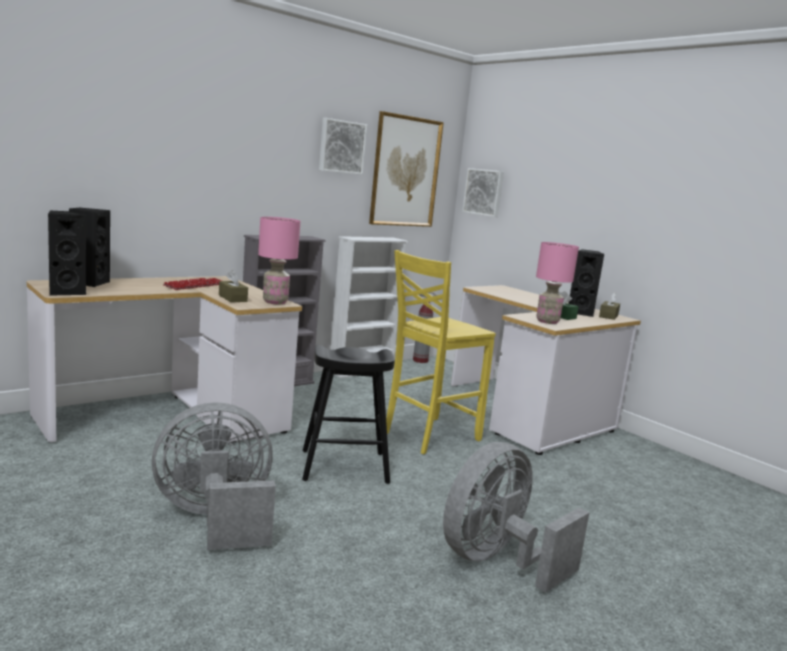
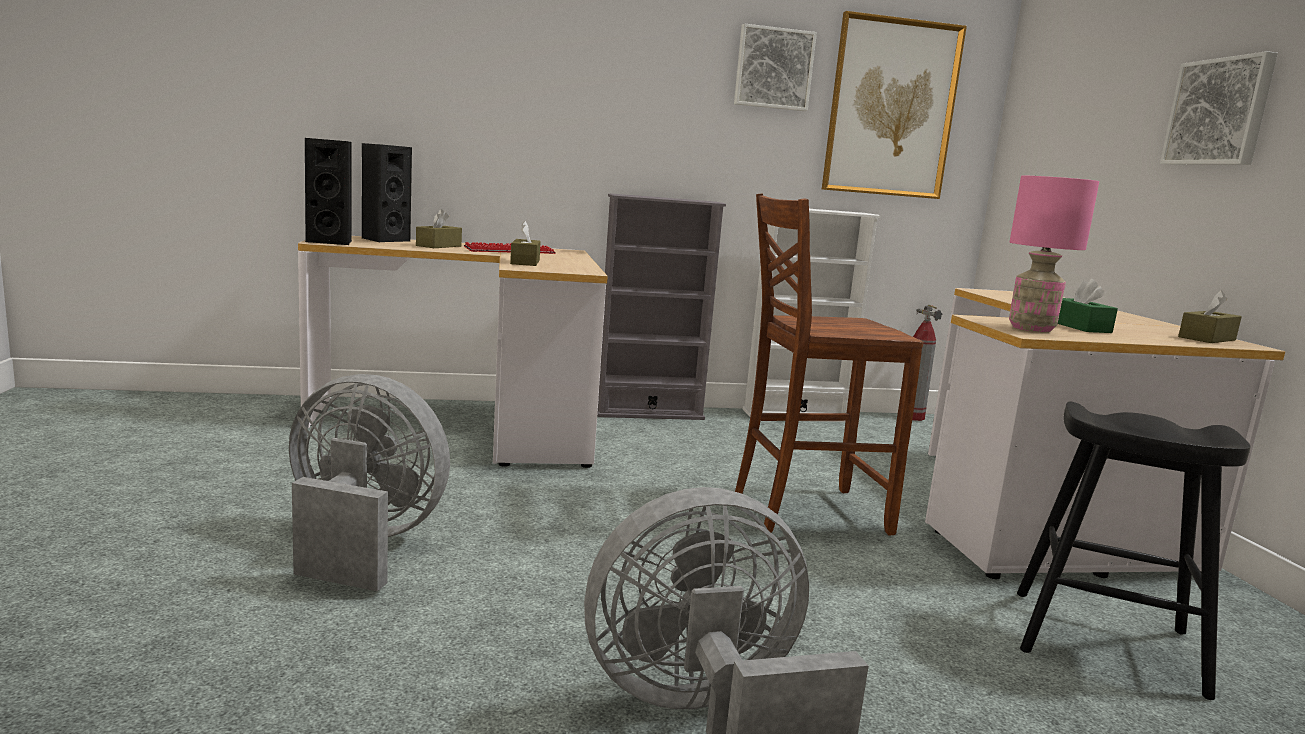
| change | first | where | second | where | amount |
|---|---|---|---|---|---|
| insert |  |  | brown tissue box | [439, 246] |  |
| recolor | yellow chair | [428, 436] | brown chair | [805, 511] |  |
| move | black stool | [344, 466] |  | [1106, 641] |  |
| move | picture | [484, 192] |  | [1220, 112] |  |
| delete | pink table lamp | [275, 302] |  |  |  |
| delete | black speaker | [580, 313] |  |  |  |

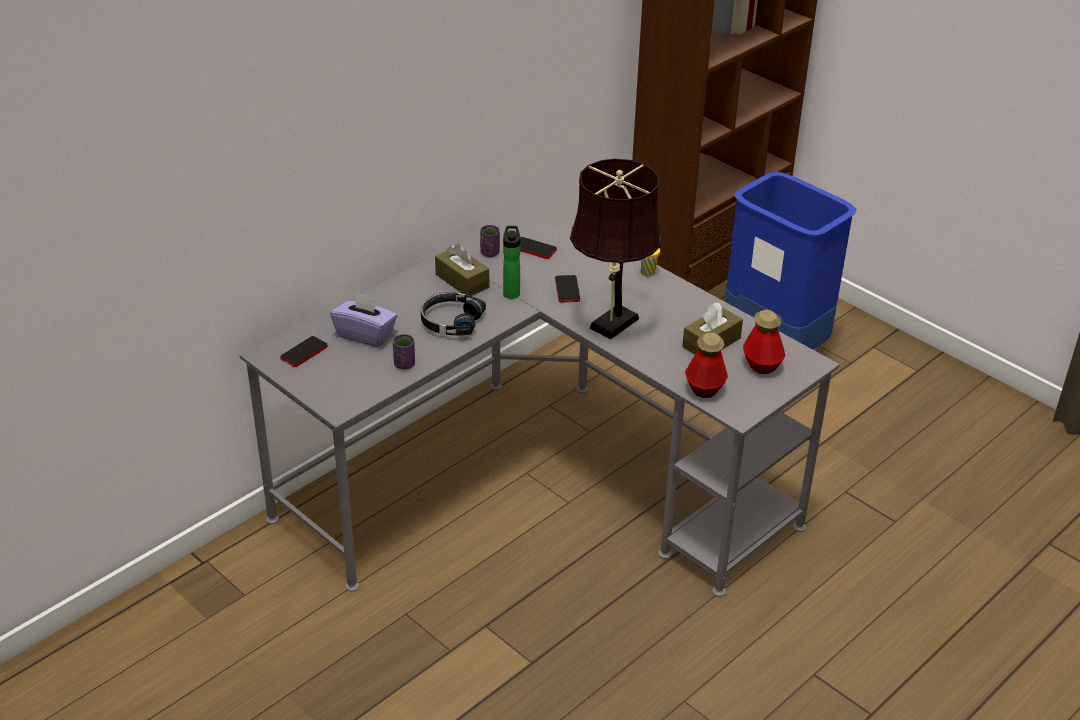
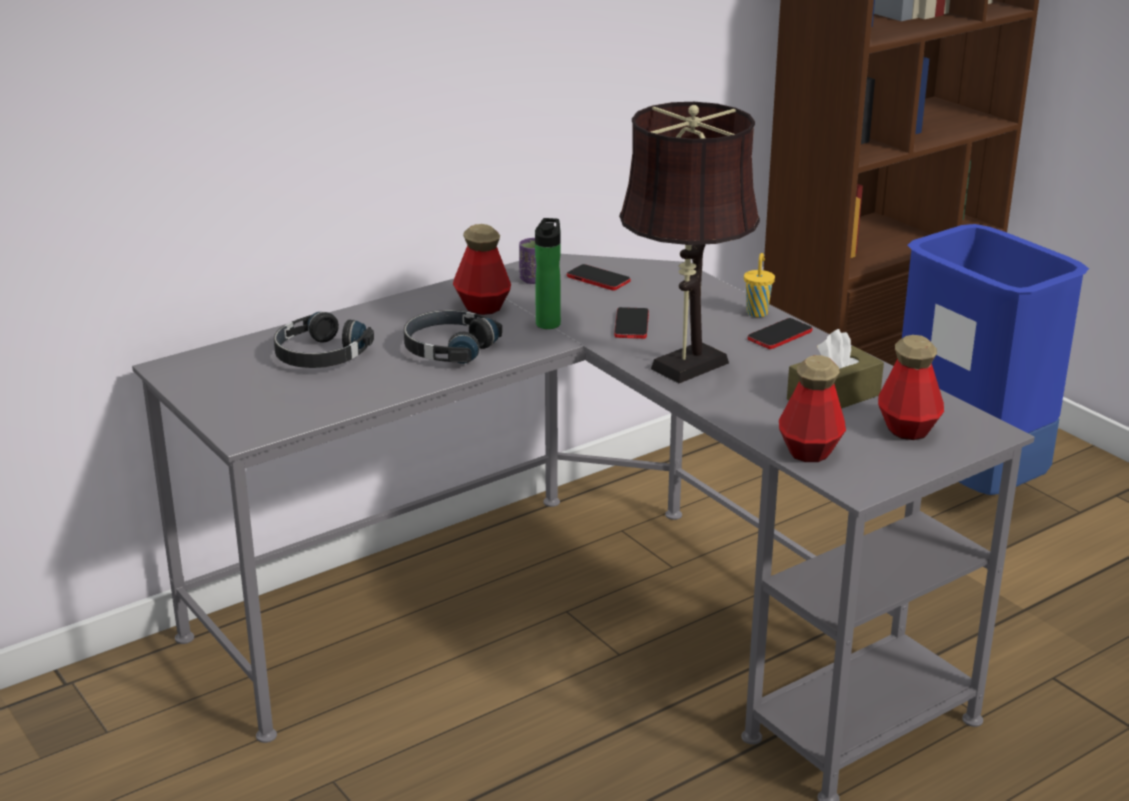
| change | first | where | second | where | amount |
|---|---|---|---|---|---|
| replace | purple tissue box | [365, 335] | black headphones | [320, 355] |  |
| replace | brown tissue box | [462, 281] | bottle | [482, 306] |  |
| move | phone | [304, 352] |  | [780, 335] |  |
| delete | purple cup | [404, 364] |  |  |  |

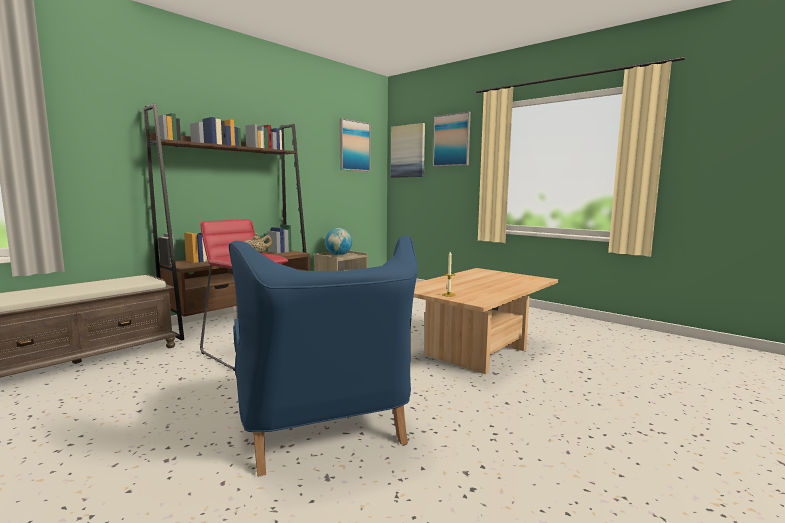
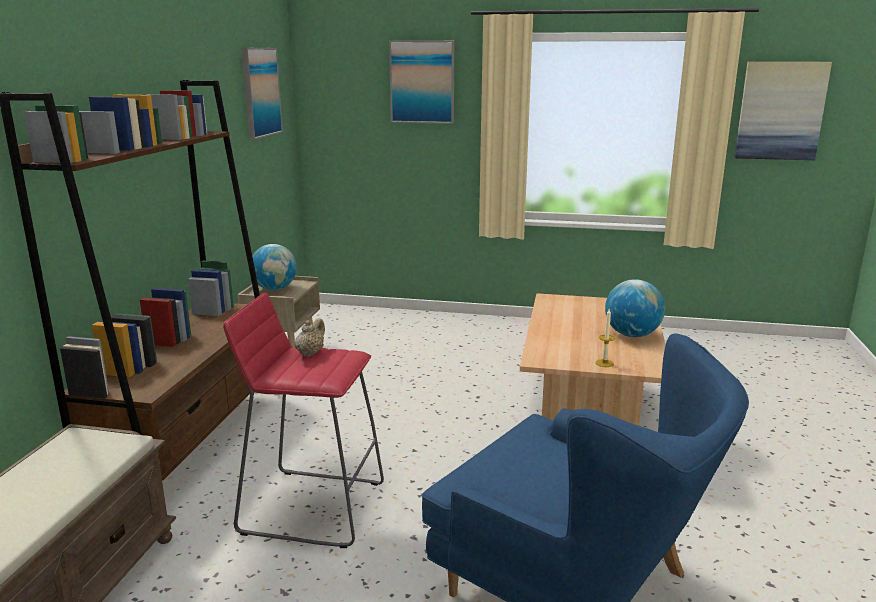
| change | first | where | second | where | amount |
|---|---|---|---|---|---|
| insert |  |  | globe | [632, 335] |  |
| move | picture | [408, 151] |  | [780, 111] |  |

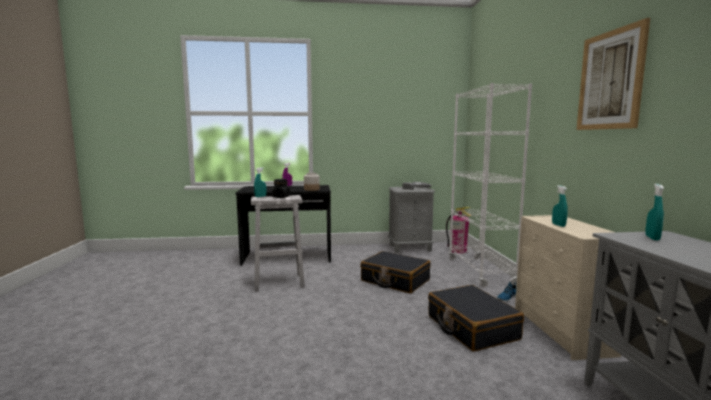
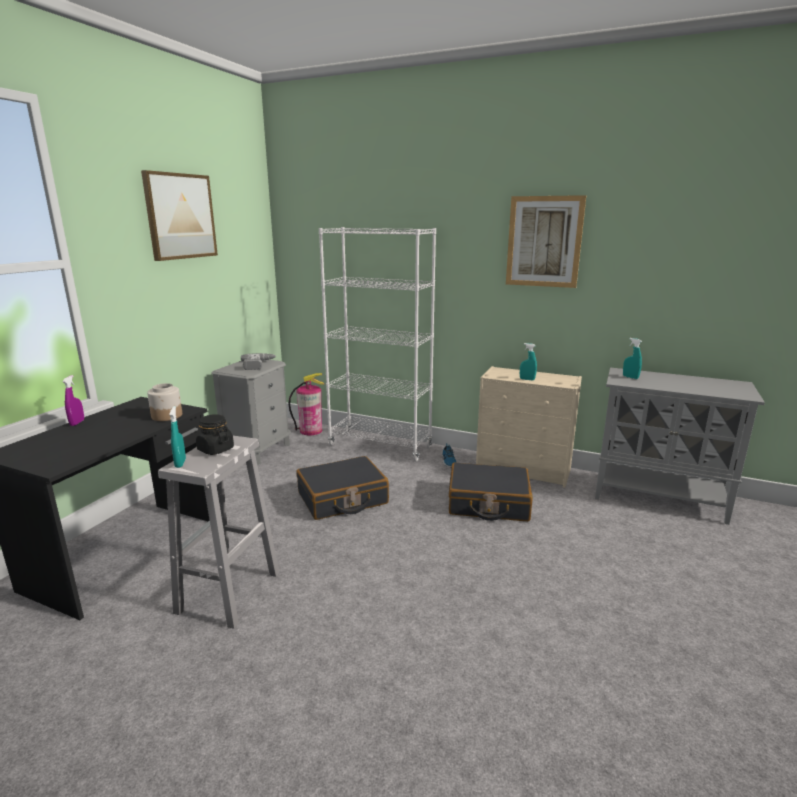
| change | first | where | second | where | amount |
|---|---|---|---|---|---|
| insert |  |  | picture | [180, 216] |  |

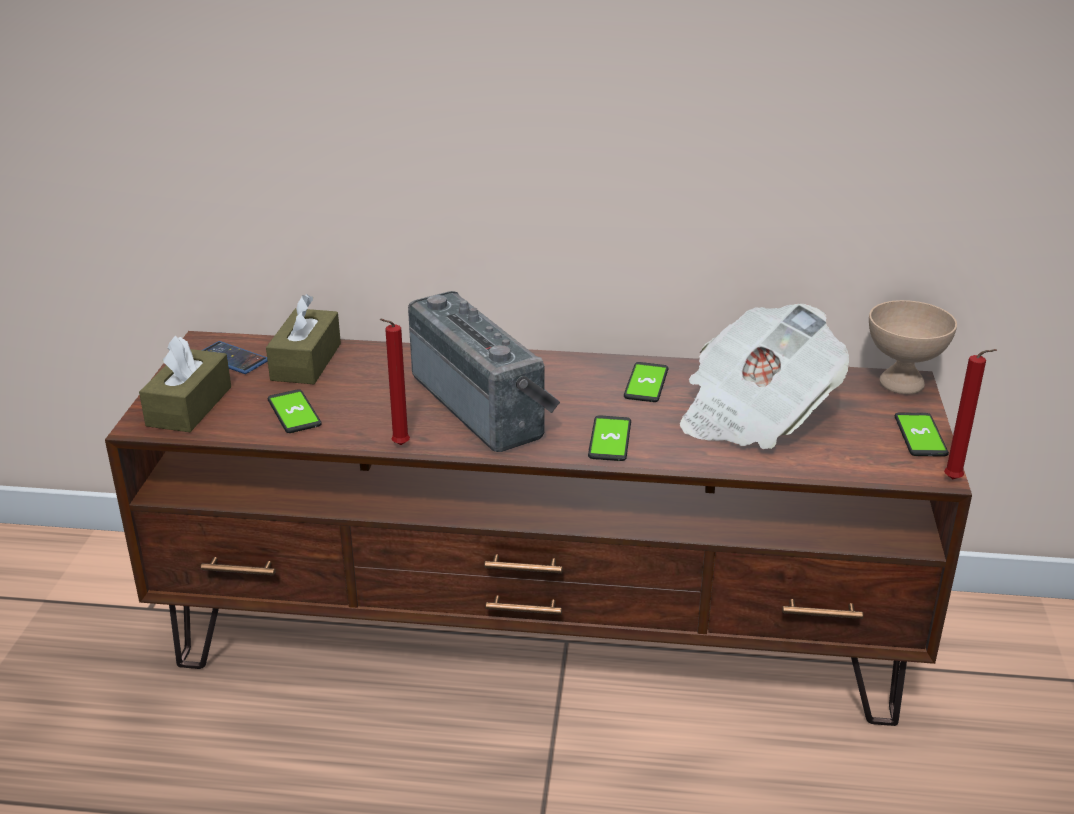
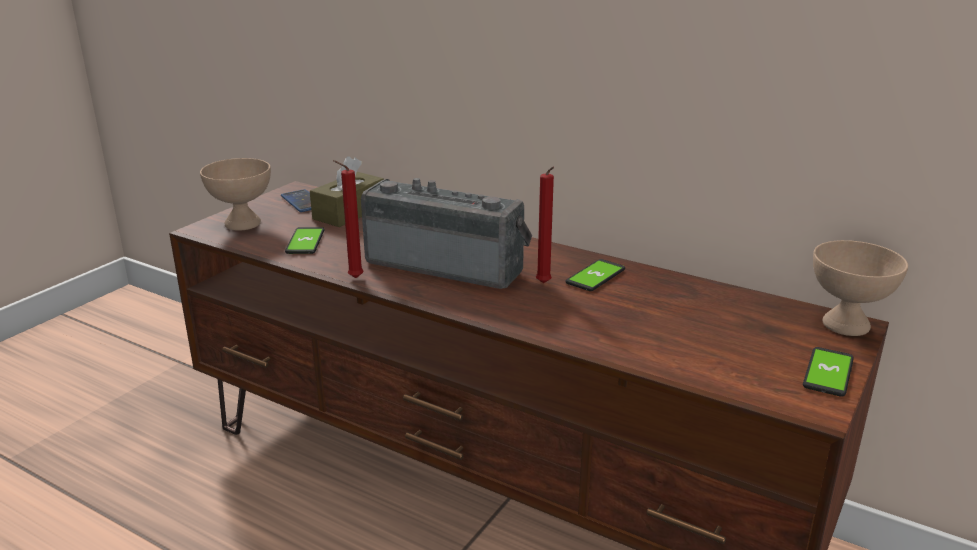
| change | first | where | second | where | amount |
|---|---|---|---|---|---|
| replace | brown tissue box | [189, 406] | beige bowl | [242, 224] |  |
| rotate | radio | [484, 404] |  | [447, 264] | 60 degrees counterclockwise |
| move | red candle | [955, 480] |  | [544, 284] |  |
| delete | phone | [609, 439] |  |  |  |
| delete | newspaper | [754, 414] |  |  |  |

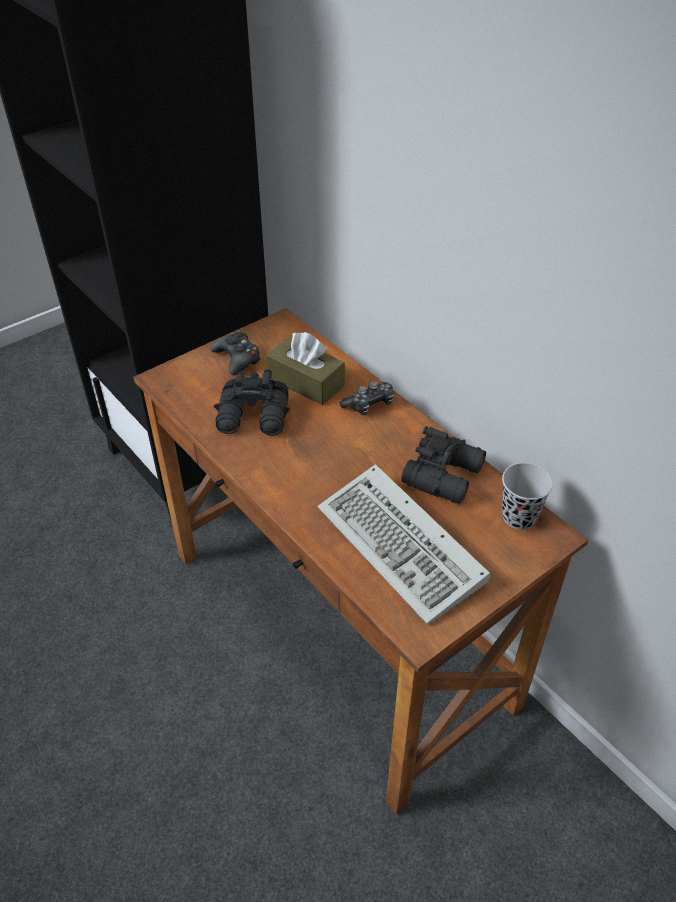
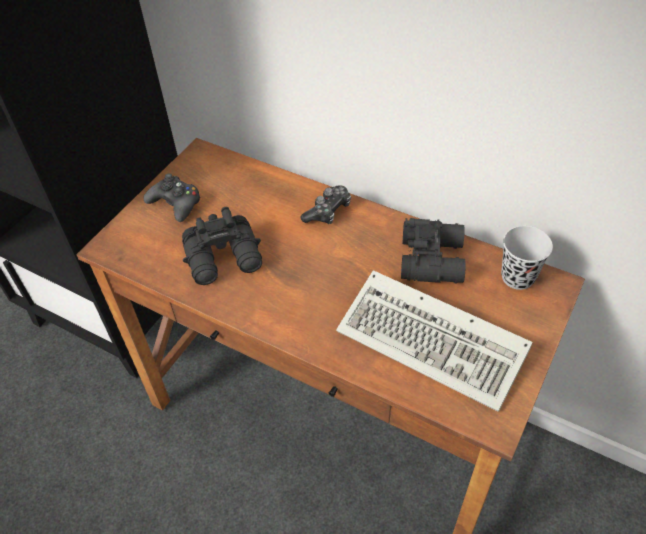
| change | first | where | second | where | amount |
|---|---|---|---|---|---|
| delete | brown tissue box | [306, 382] |  |  |  |

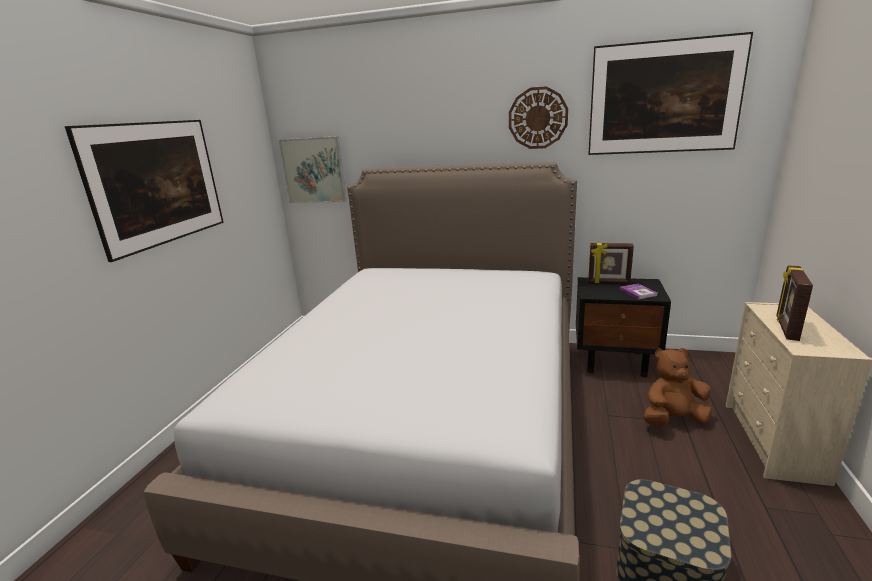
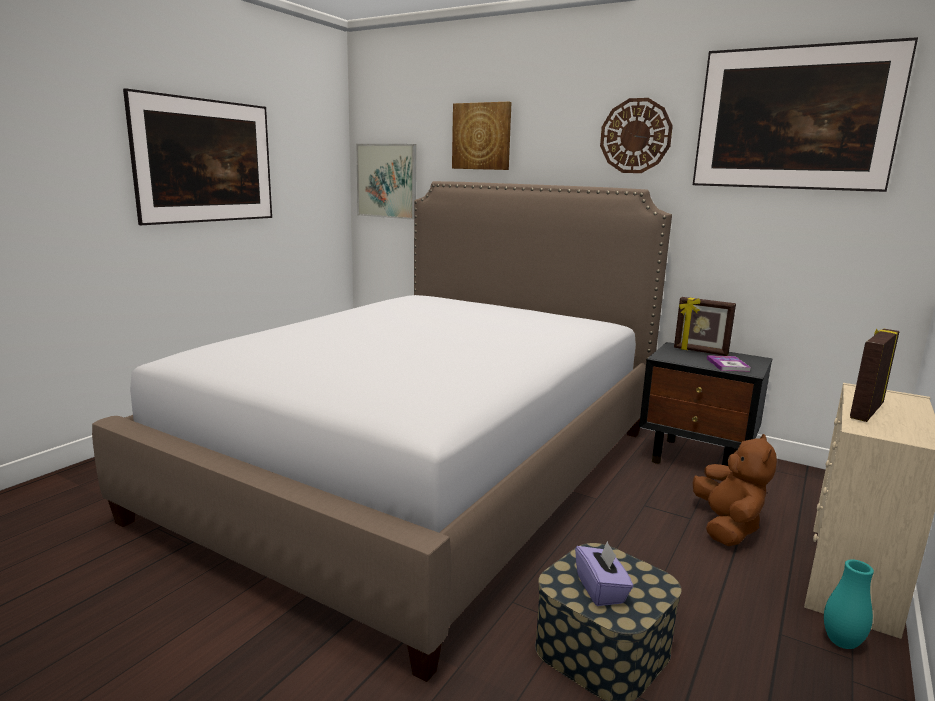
| change | first | where | second | where | amount |
|---|---|---|---|---|---|
| insert |  |  | picture | [482, 136] |  |
| insert |  |  | purple tissue box | [601, 589] |  |
| rotate | brown plush toy | [673, 419] |  | [727, 527] | 90 degrees clockwise |
| insert |  |  | turquoise vase | [841, 642] |  |

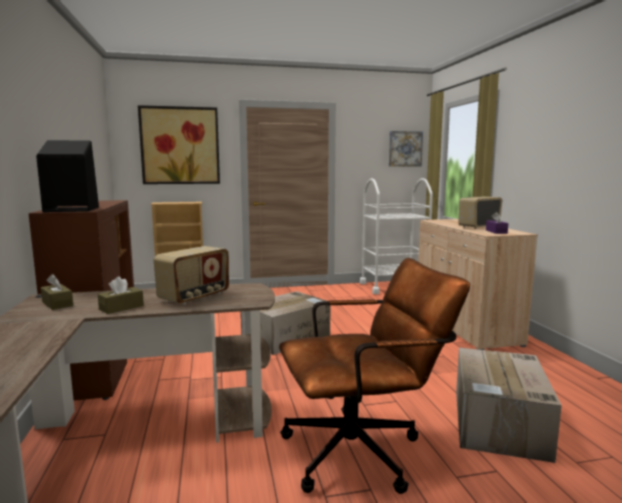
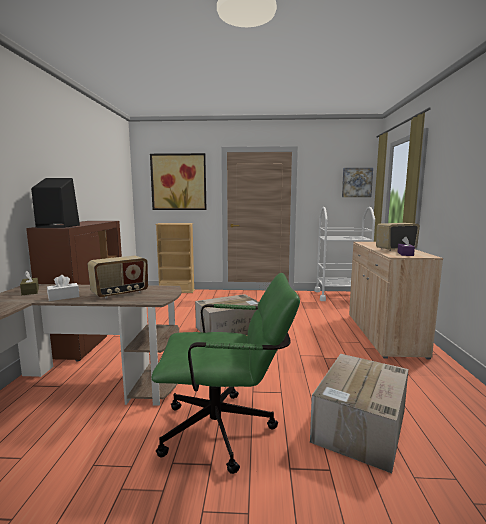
| change | first | where | second | where | amount |
|---|---|---|---|---|---|
| recolor | brown tissue box | [121, 307] | white tissue box | [63, 297] |  |
| recolor | brown office chair | [364, 450] | green office chair | [227, 430] |  |

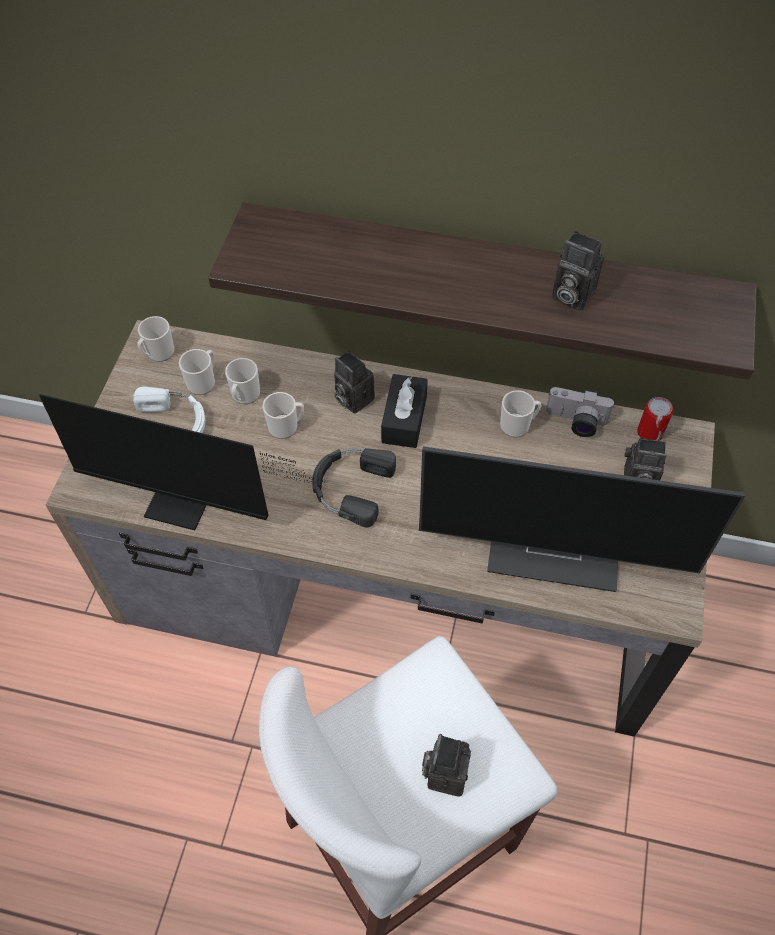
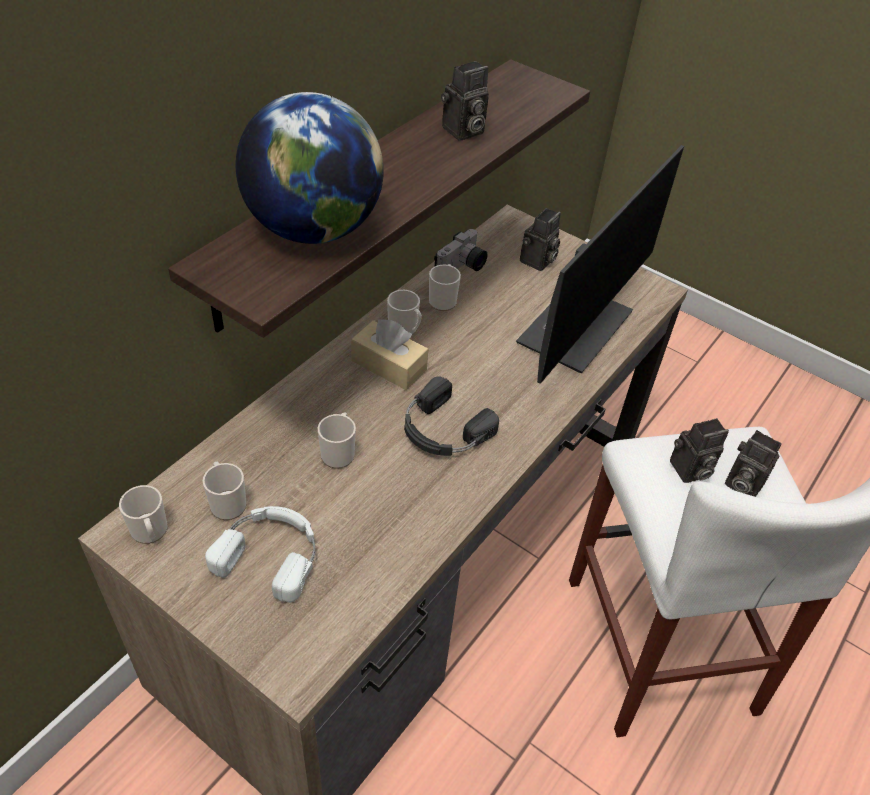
| change | first | where | second | where | amount |
|---|---|---|---|---|---|
| insert |  |  | globe | [313, 229] |  |
| recolor | black tissue box | [404, 419] | beige tissue box | [389, 365] |  |
| move | mug | [244, 396] |  | [405, 329] |  |
| move | photo camera | [352, 398] |  | [689, 471] |  |
| delete | monitor | [188, 506] |  |  |  |
| delete | can | [650, 432] |  |  |  |

